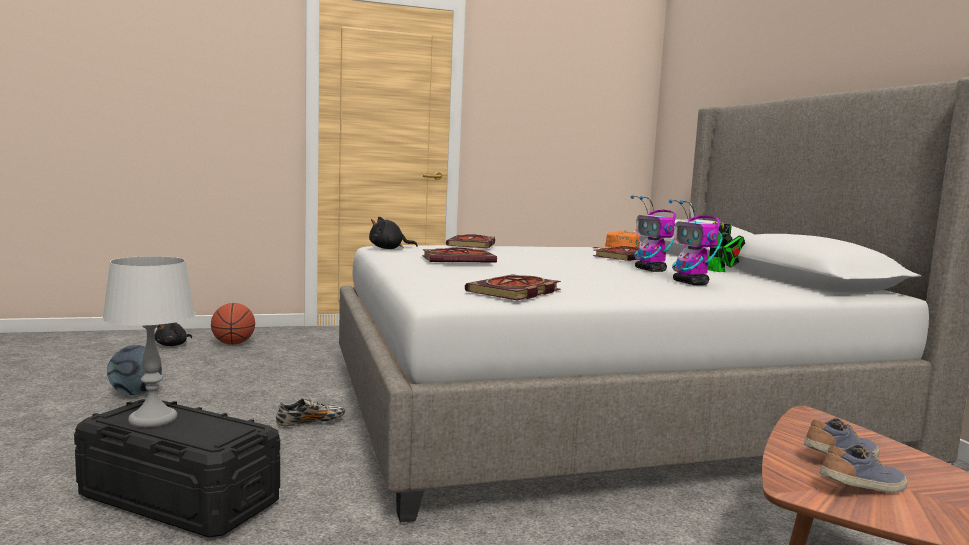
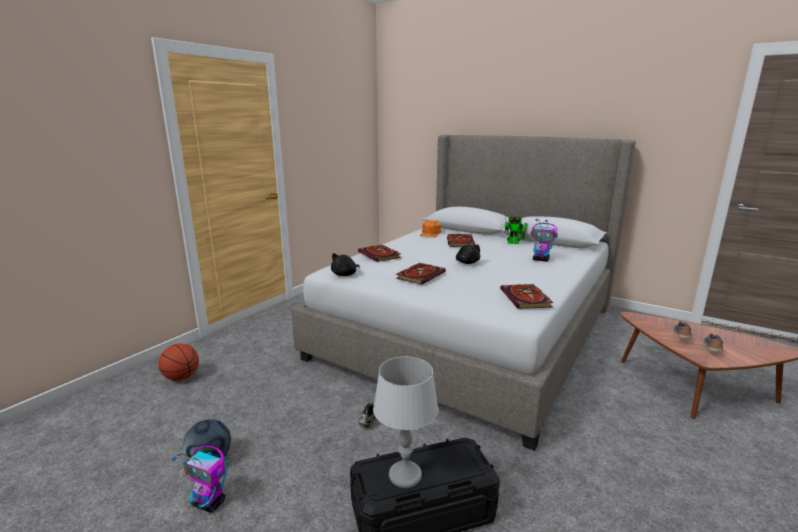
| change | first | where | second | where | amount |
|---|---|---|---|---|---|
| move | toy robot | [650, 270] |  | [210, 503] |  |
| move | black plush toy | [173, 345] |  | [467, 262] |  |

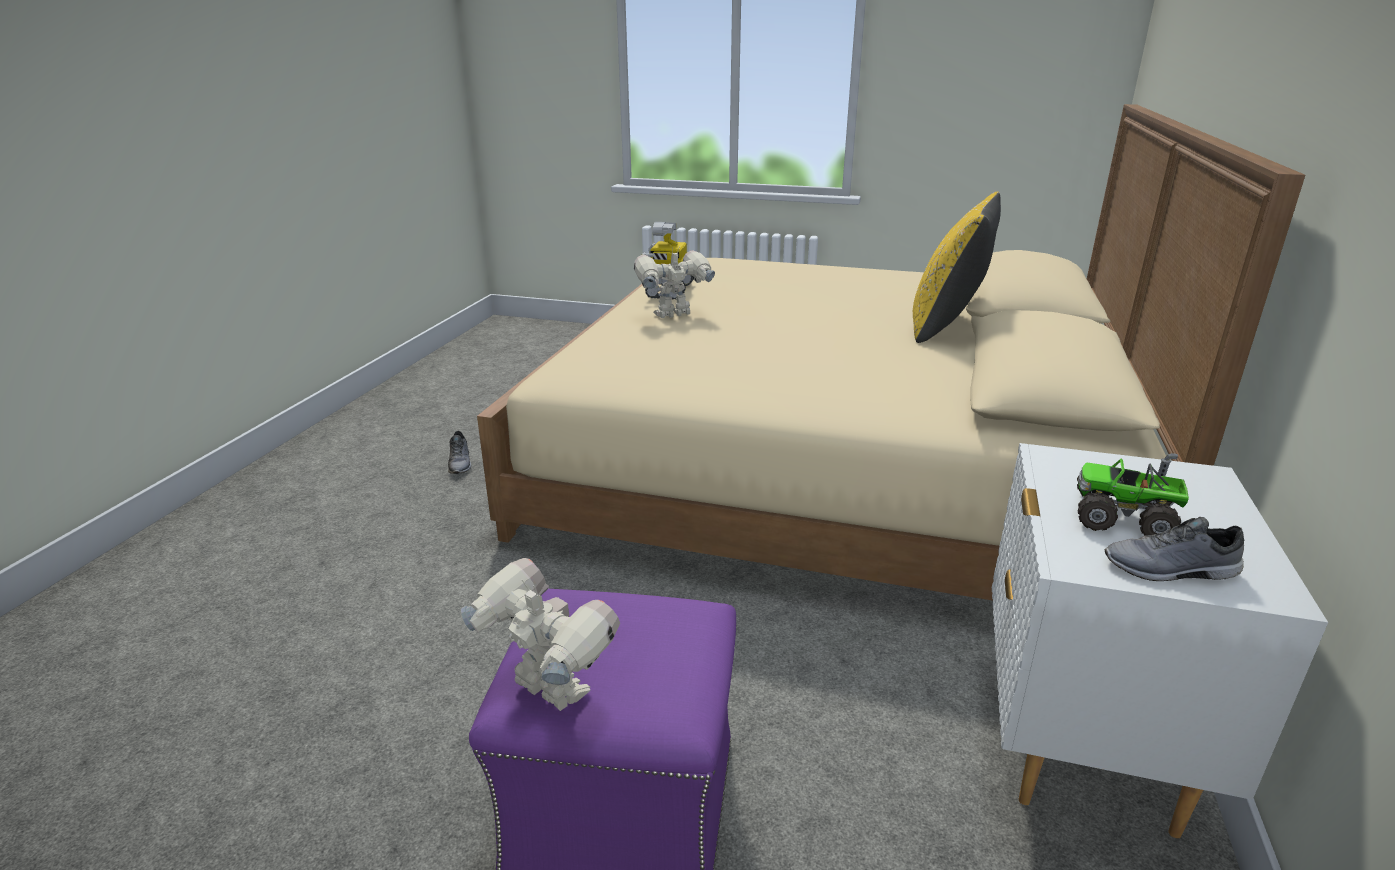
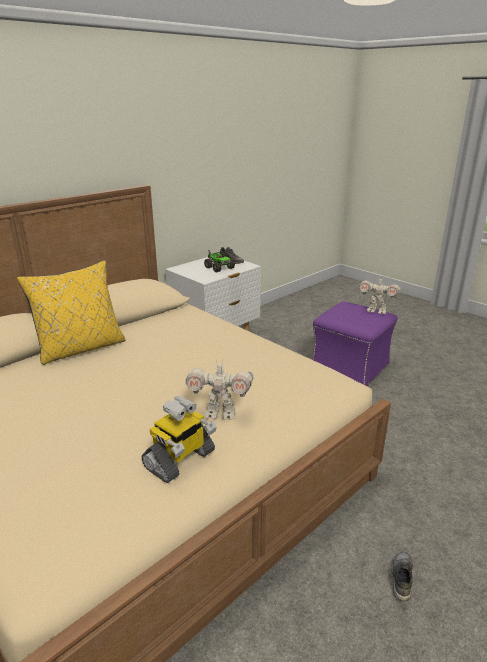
| change | first | where | second | where | amount |
|---|---|---|---|---|---|
| rotate | toy robot | [548, 692] |  | [376, 311] | 45 degrees counterclockwise |

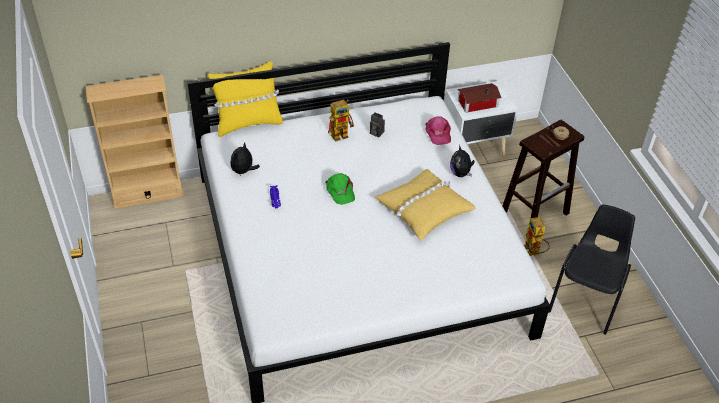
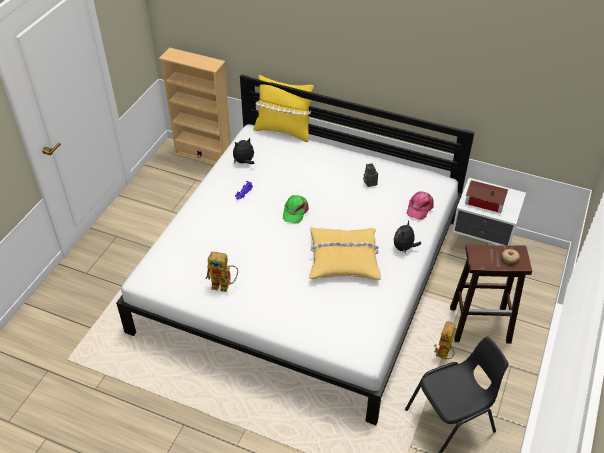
| change | first | where | second | where | amount |
|---|---|---|---|---|---|
| move | toy robot | [342, 134] |  | [225, 285] |  |

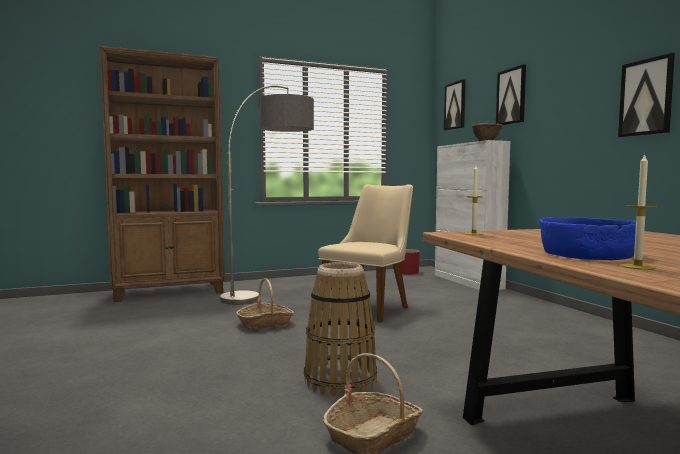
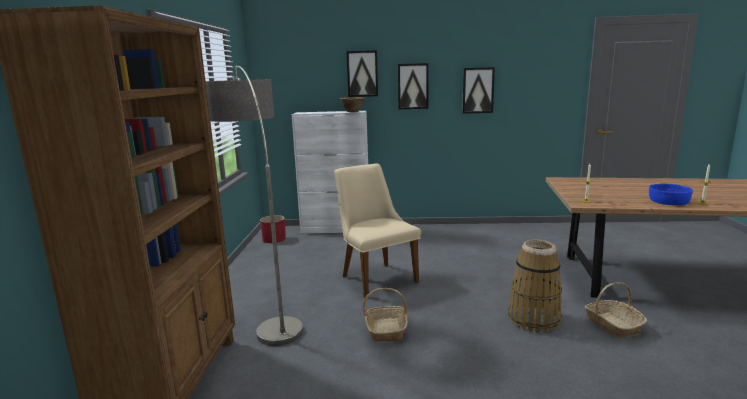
| change | first | where | second | where | amount |
|---|---|---|---|---|---|
| move | picture | [455, 106] |  | [413, 86] |  |

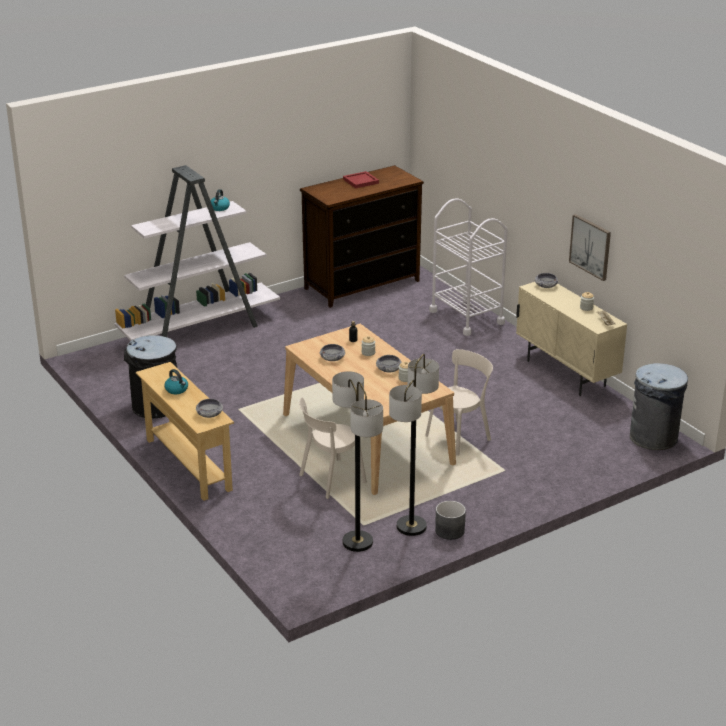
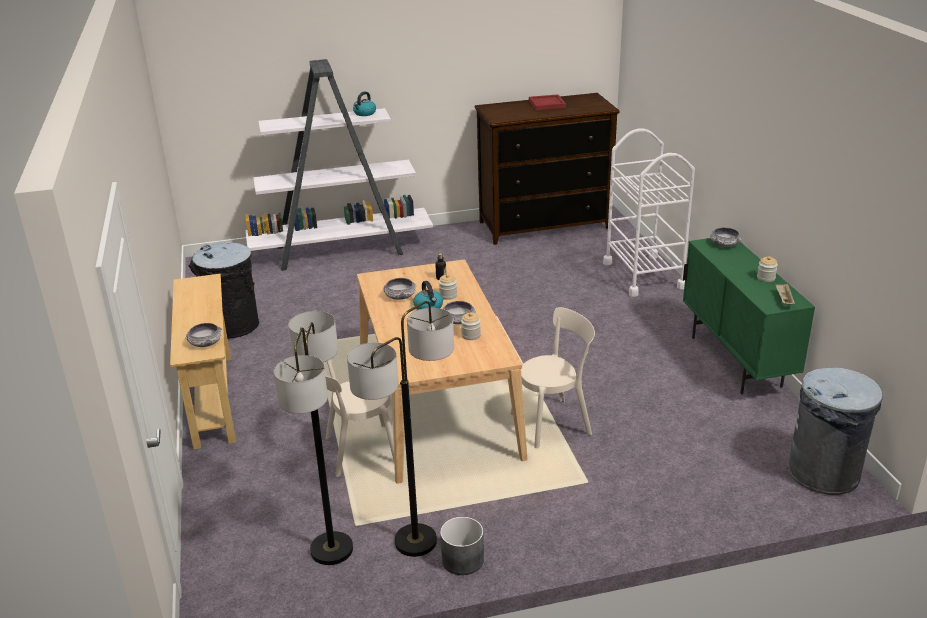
| change | first | where | second | where | amount |
|---|---|---|---|---|---|
| move | kettle | [177, 390] |  | [429, 307] |  |
| recolor | beige cabinet | [566, 374] | green cabinet | [735, 362] |  |
| delete | picture | [590, 246] |  |  |  |

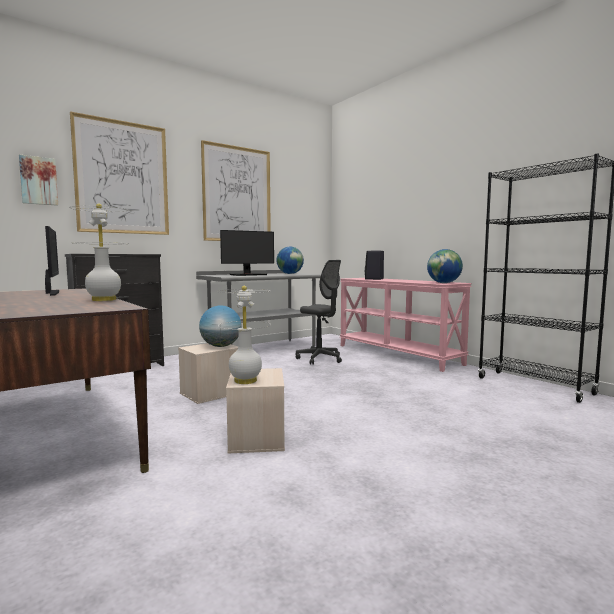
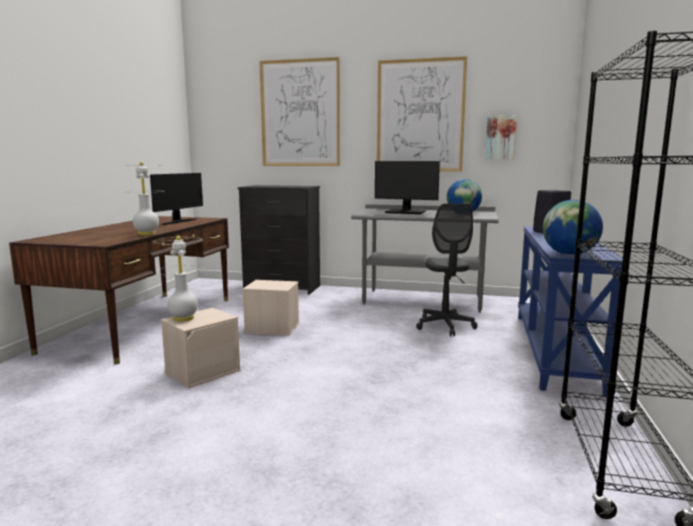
| change | first | where | second | where | amount |
|---|---|---|---|---|---|
| move | picture | [38, 181] |  | [500, 138] |  |
| recolor | pink console table | [398, 354] | blue console table | [556, 350] |  |
| delete | globe | [221, 346] |  |  |  |

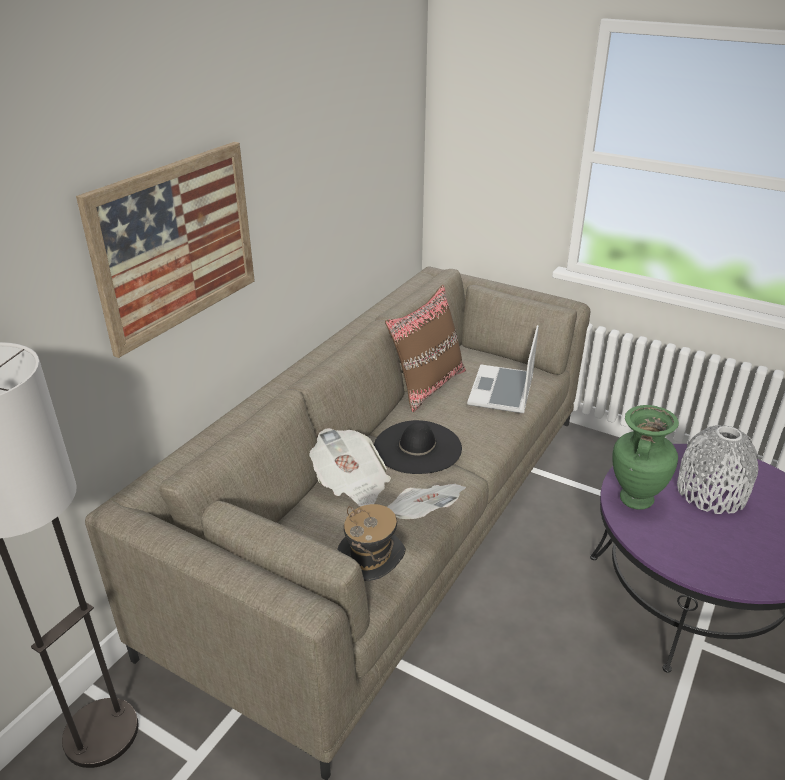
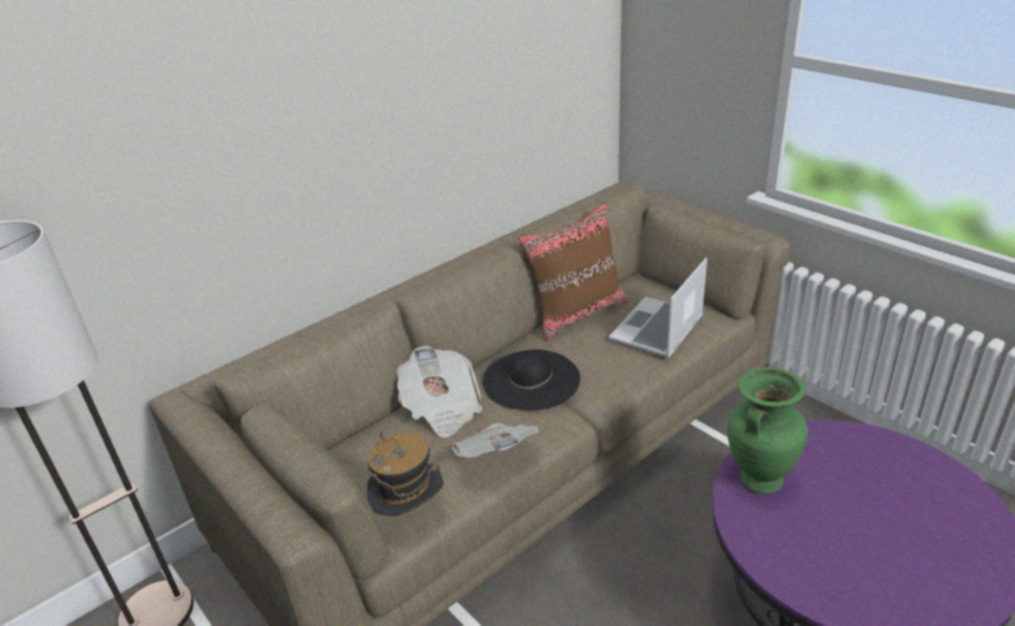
| change | first | where | second | where | amount |
|---|---|---|---|---|---|
| delete | picture | [176, 244] |  |  |  |
| delete | grey vase | [711, 492] |  |  |  |

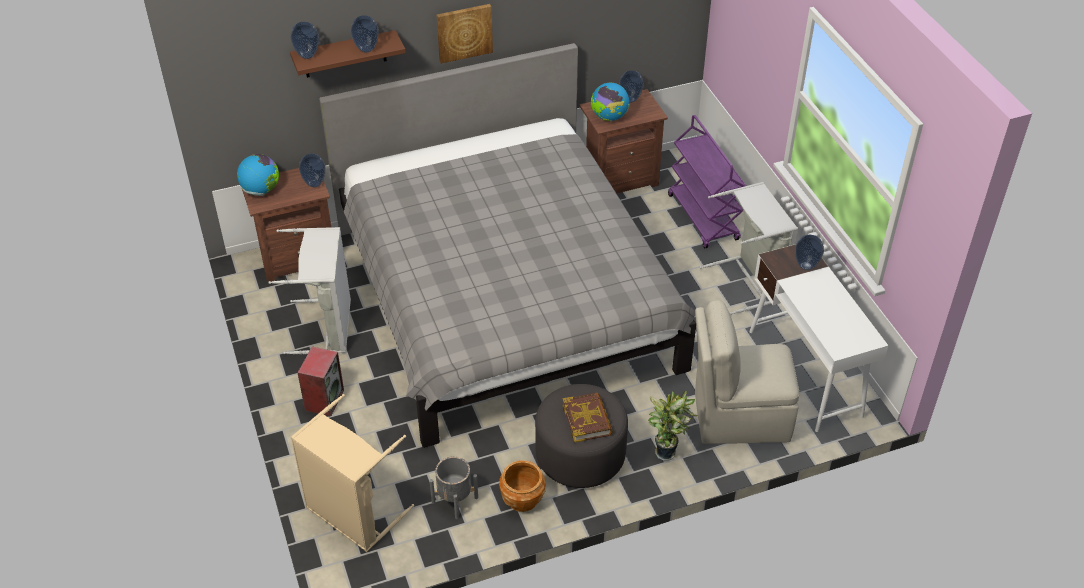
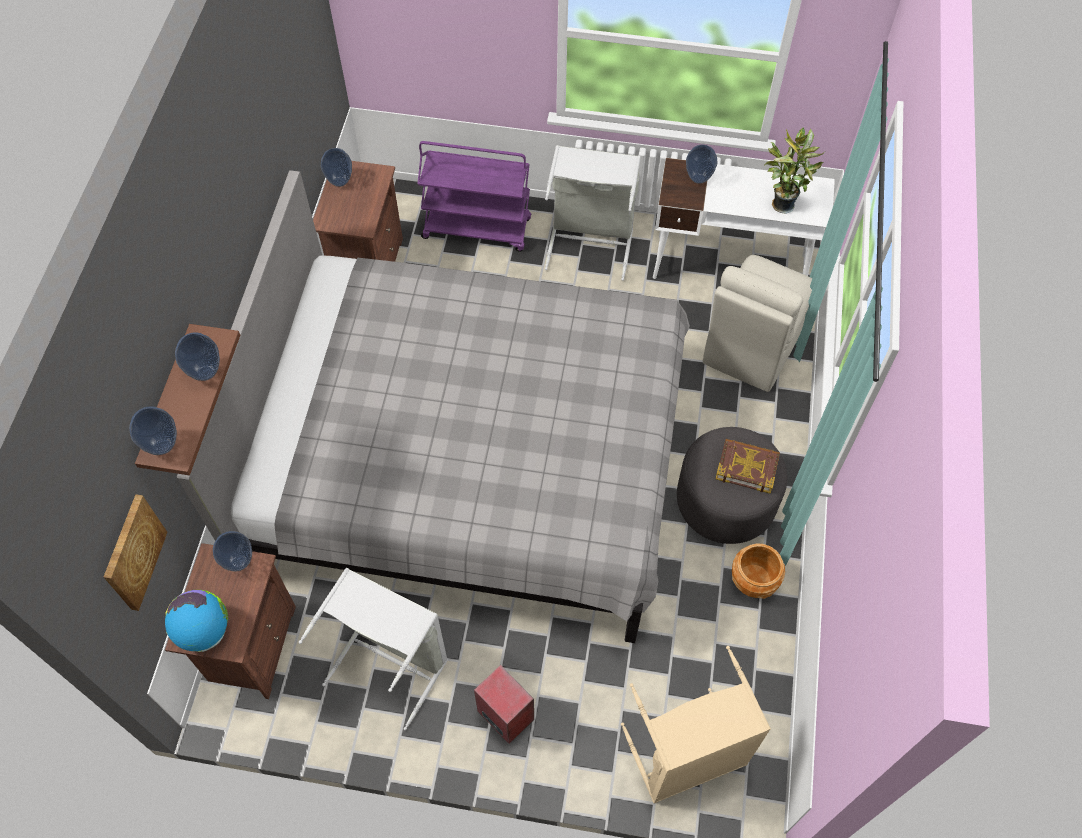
| change | first | where | second | where | amount |
|---|---|---|---|---|---|
| move | picture | [464, 32] |  | [133, 552] |  |
| move | potted plant | [666, 451] |  | [781, 203] |  |
| delete | grey planter | [455, 500] |  |  |  |
| delete | globe | [609, 117] |  |  |  |

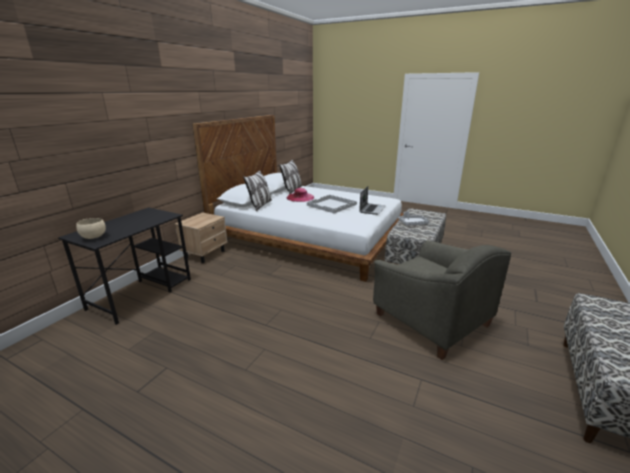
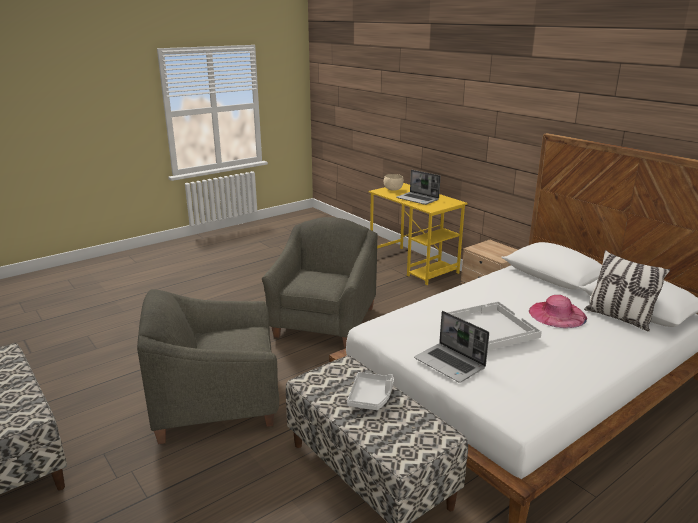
| change | first | where | second | where | amount |
|---|---|---|---|---|---|
| insert |  |  | grey armchair | [324, 322] |  |
| recolor | black desk | [142, 293] | yellow desk | [413, 265] |  |
| insert |  |  | laptop | [418, 199] |  |
| delete | pillow | [260, 205] |  |  |  |

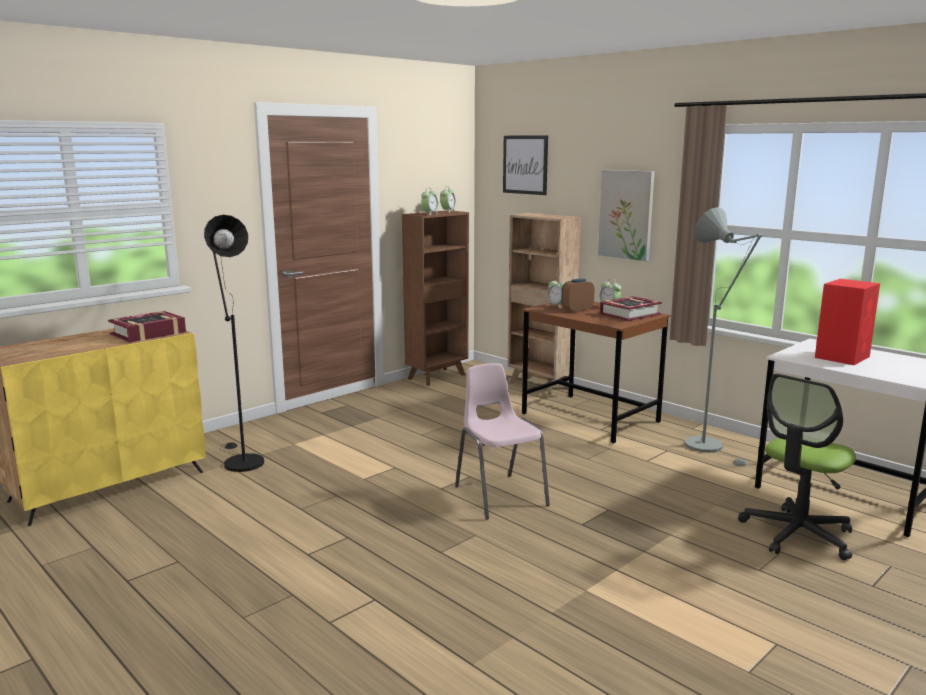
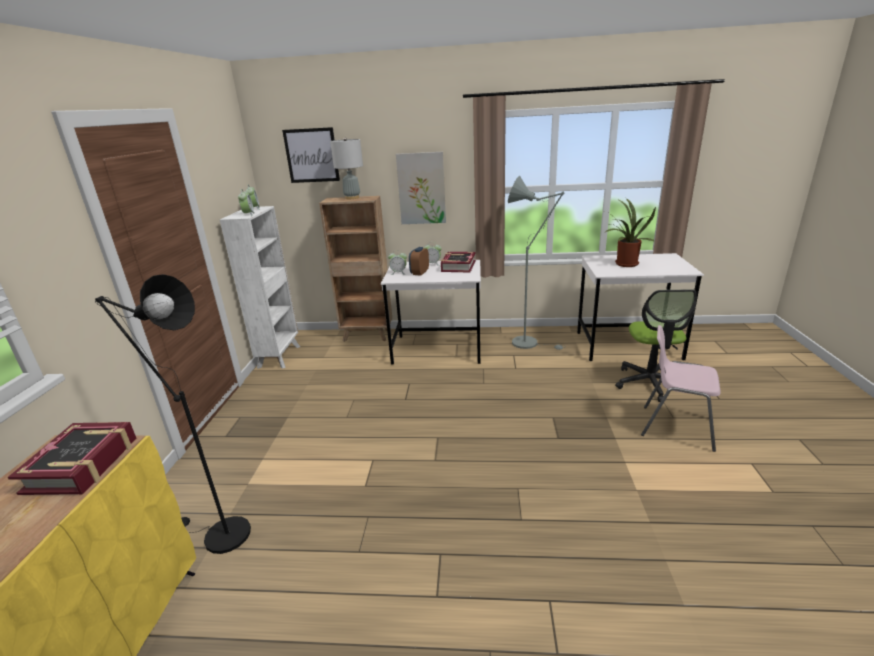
| change | first | where | second | where | amount |
|---|---|---|---|---|---|
| recolor | brown bookcase | [437, 376] | white bookcase | [280, 356] |  |
| insert |  |  | grey table lamp | [352, 198] |  |
| recolor | brown desk | [591, 418] | white desk | [438, 349] |  |
| replace | red speaker | [842, 357] | potted plant | [624, 264] |  |
| move | pink chair | [500, 495] |  | [676, 427] |  |

